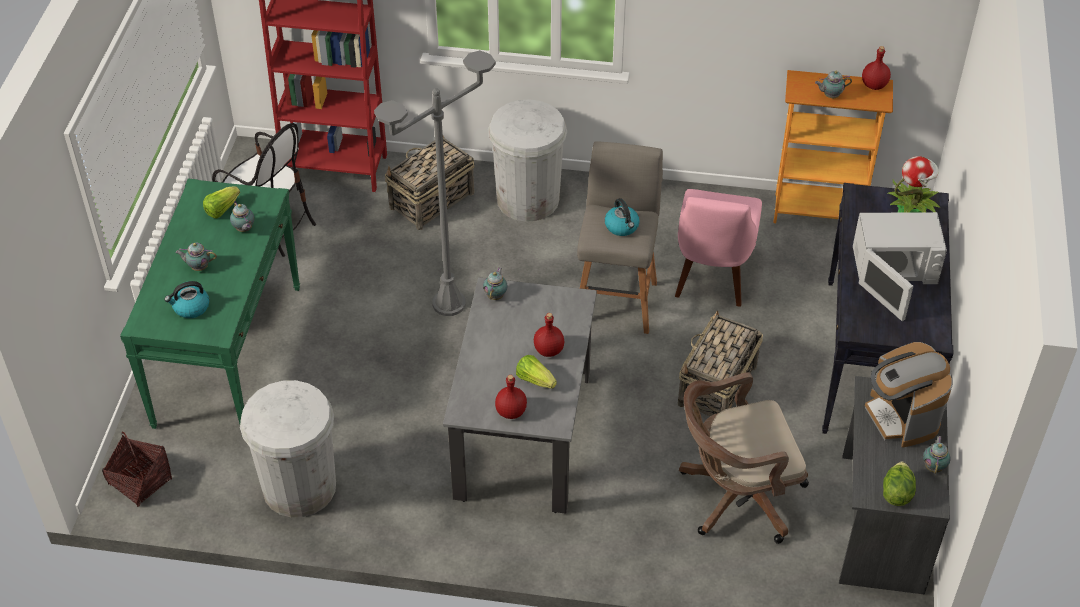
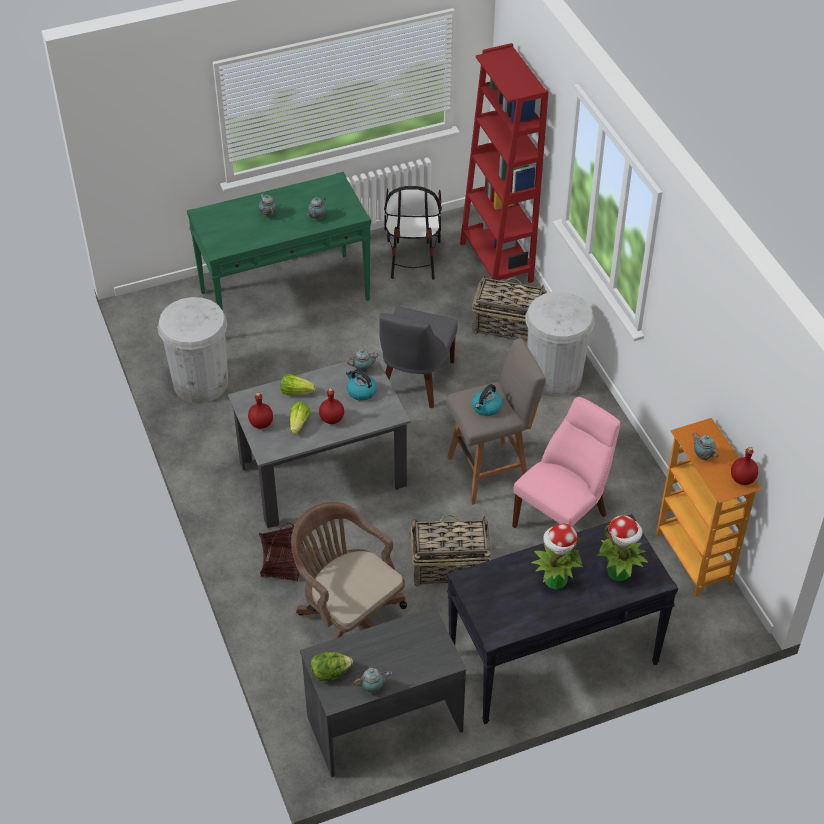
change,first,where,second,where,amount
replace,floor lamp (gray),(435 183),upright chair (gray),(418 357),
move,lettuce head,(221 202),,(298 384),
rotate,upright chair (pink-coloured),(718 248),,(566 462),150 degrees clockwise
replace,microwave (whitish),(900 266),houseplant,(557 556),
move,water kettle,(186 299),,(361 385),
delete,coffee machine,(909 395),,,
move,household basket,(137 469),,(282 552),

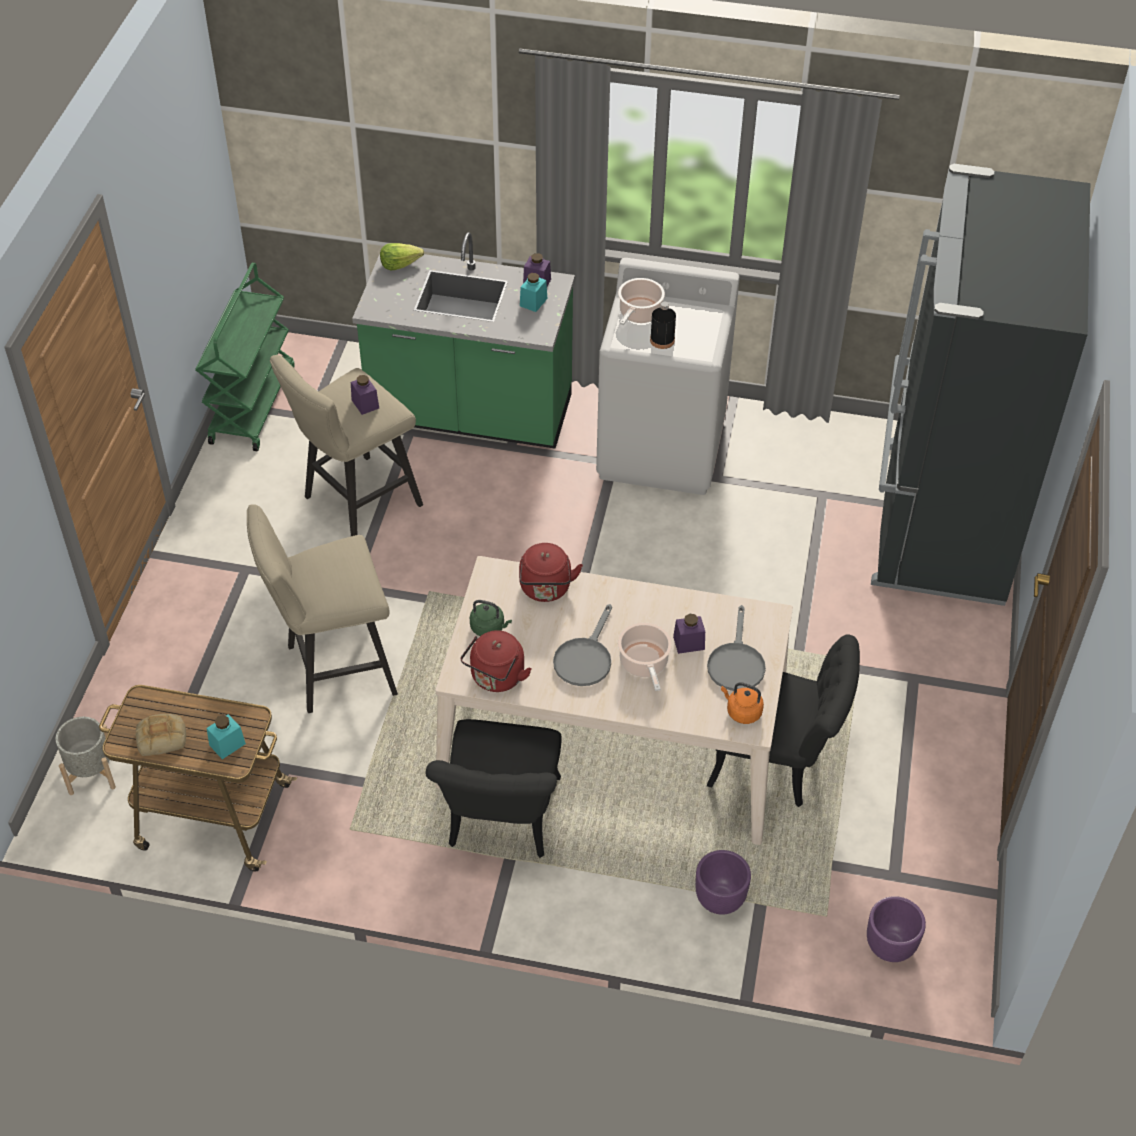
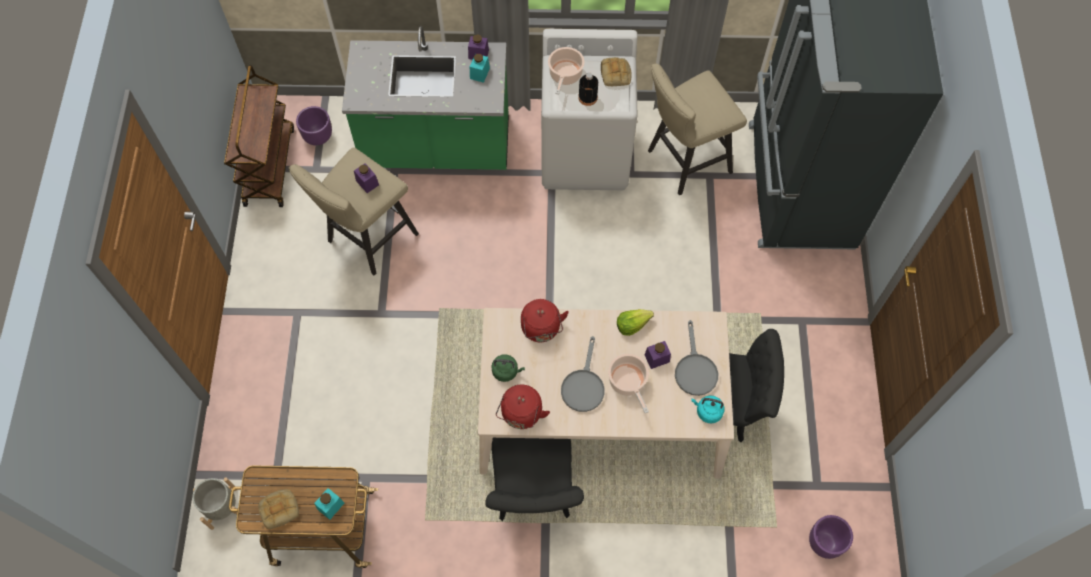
change,first,where,second,where,amount
move,lettuce head,(402 257),,(635 322),
recolor,trolley (greenish),(244 357),trolley (brownish),(259 136),
move,stool (beige),(322 608),,(697 129),
recolor,water kettle (orange),(742 703),water kettle (turquoise-coloured),(708 409),
move,planter (purple),(723 882),,(314 125),
insert,,,bread,(616 71),

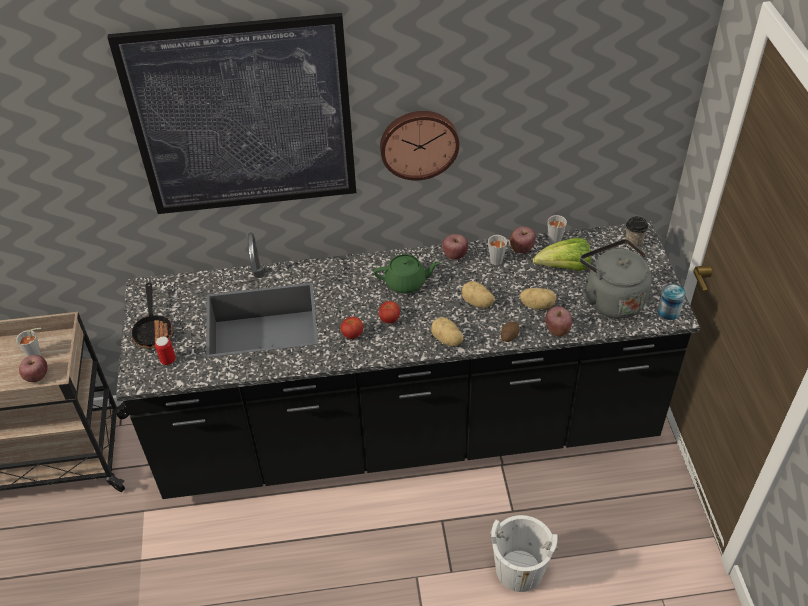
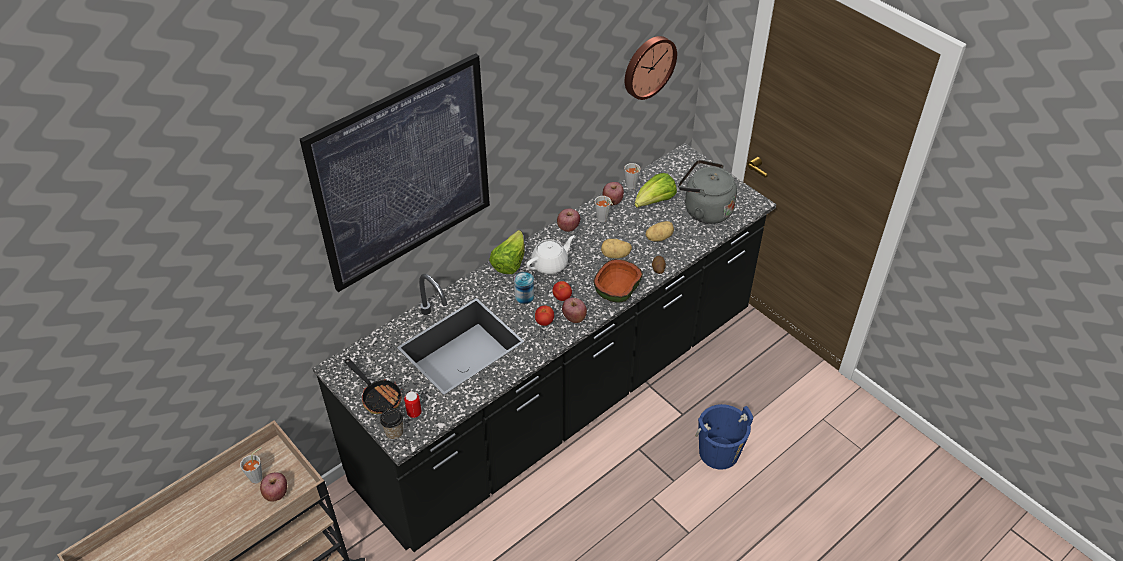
change,first,where,second,where,amount
move,clock on the wall,(419 145),,(651 68),
move,drinking cup,(636 232),,(391 424),
recolor,teapot (greenish),(407 273),teapot (whitish),(550 254),
move,sealed can,(672 301),,(524 288),
move,whole apple,(558 321),,(574 310),
replace,spud,(447 331),deep dish,(618 281),
recolor,water bucket (whitish),(524 553),water bucket (blue-coloured),(724 437),
insert,,,lettuce head,(507 252),

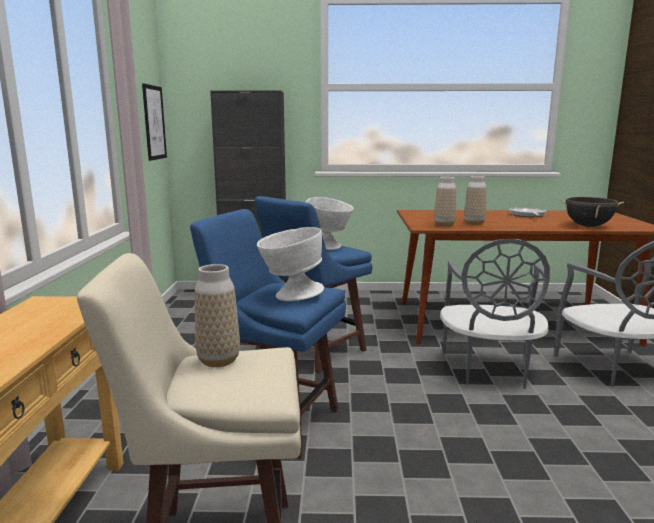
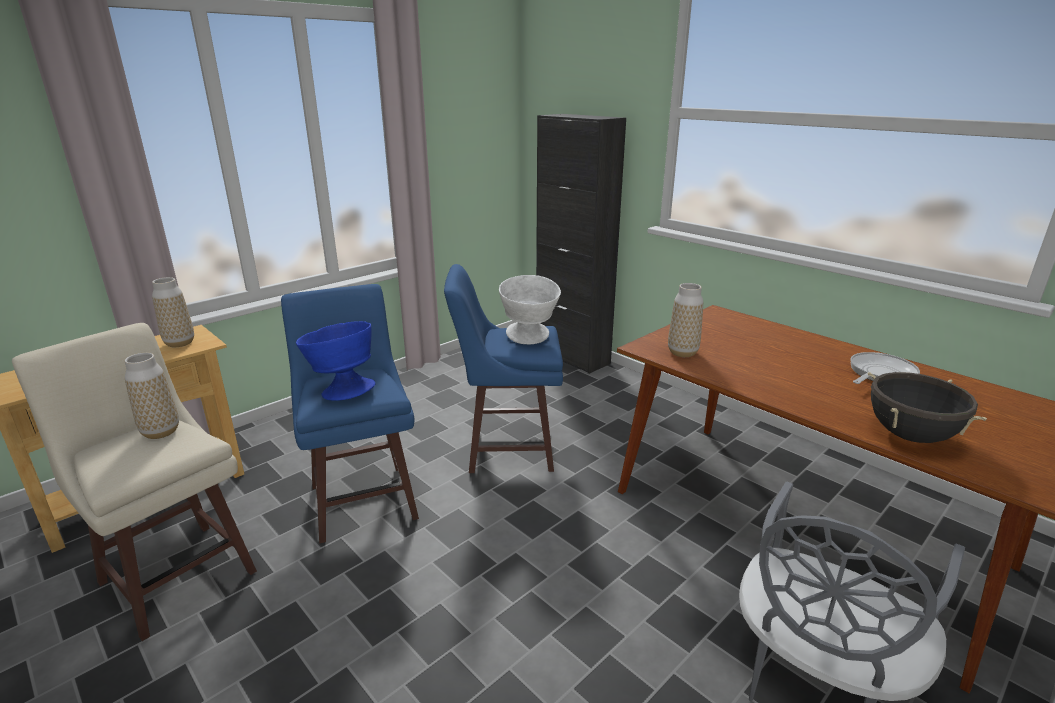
change,first,where,second,where,amount
delete,picture,(154 122),,,
move,flower vase,(475 200),,(173 312),
recolor,deep dish (whitish),(290 264),deep dish (blue-coloured),(335 361),
delete,upright chair (gray),(495 314),,,

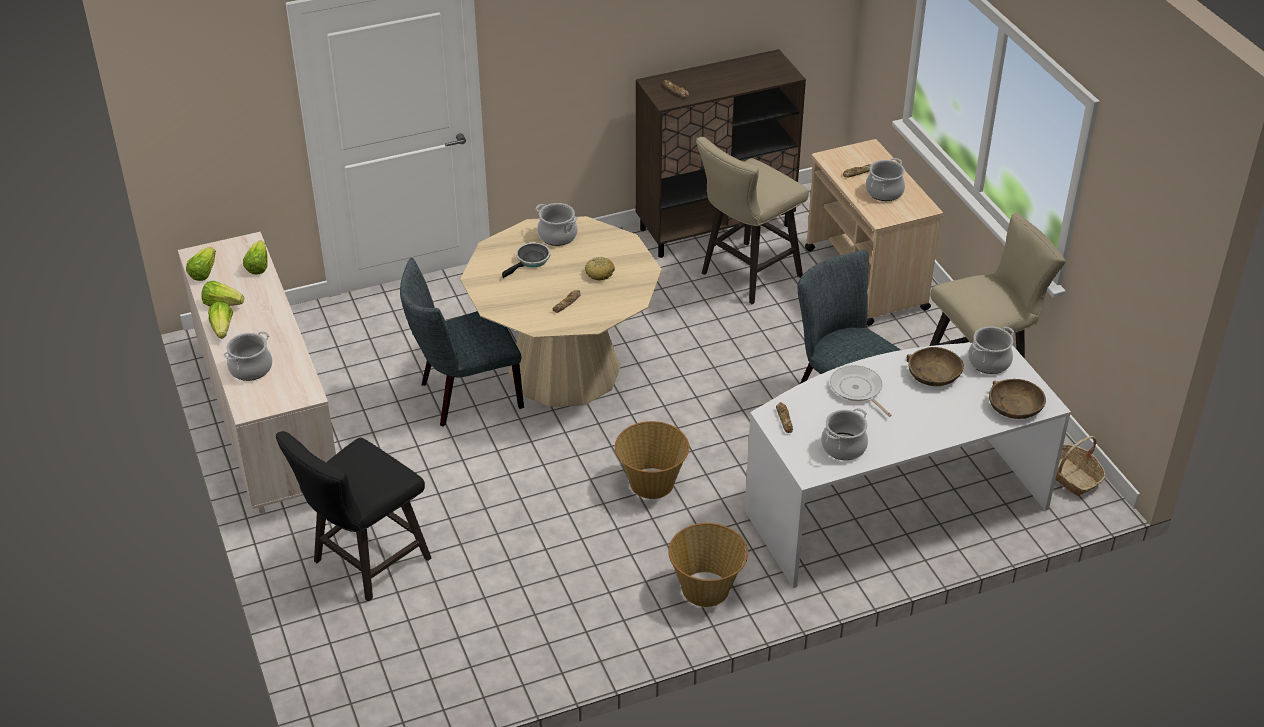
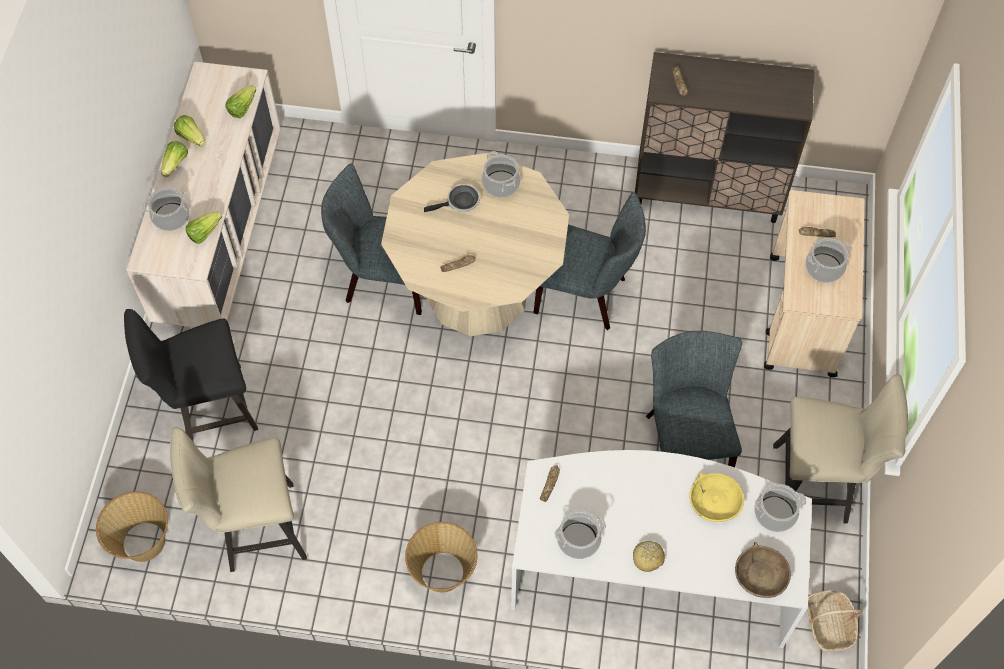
change,first,where,second,where,amount
move,stool (beige),(752 220),,(238 499),
move,lettuce head,(201 264),,(204 227),
move,bread,(600 268),,(649 556),
recolor,deep dish (brownish),(935 366),deep dish (yellow),(717 497),
delete,frying pan,(861 391),,,
move,household basket,(652 460),,(132 526),
insert,,,upright chair (gray),(590 261),

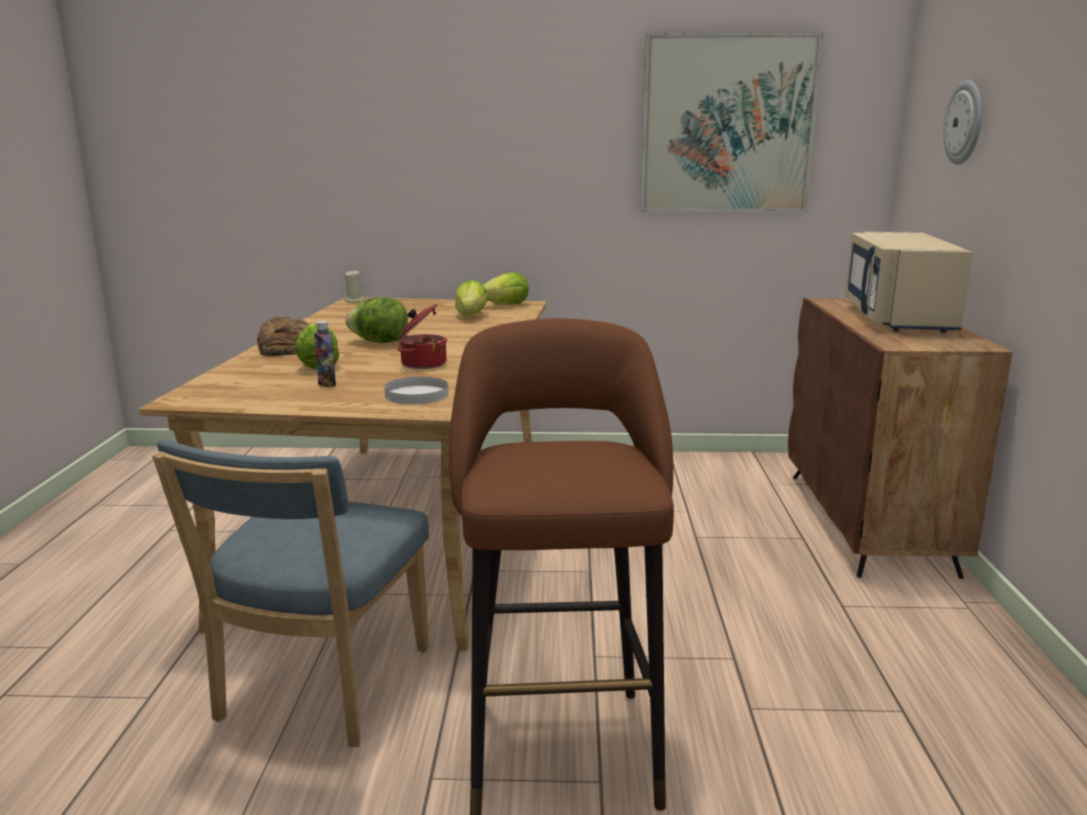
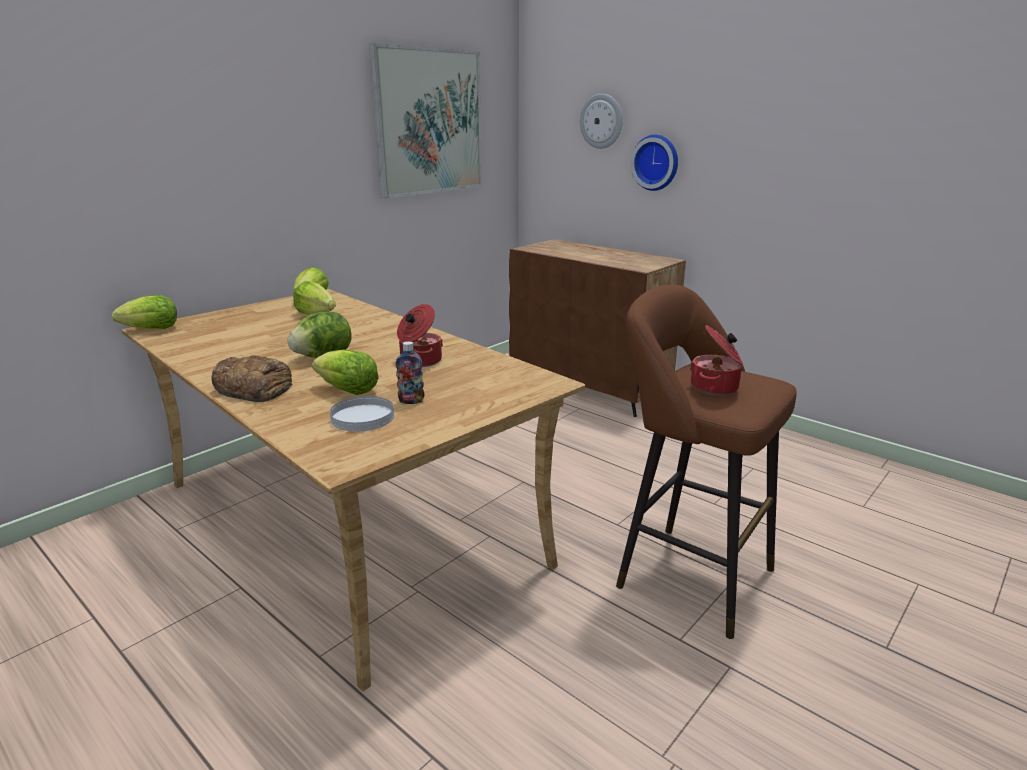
change,first,where,second,where,amount
delete,microwave (beige),(909 282),,,
replace,wax light (beige),(354 285),lettuce head,(144 312),
move,plate (whitish),(416 390),,(362 414),
delete,upright chair (blue-coloured),(290 593),,,
insert,,,clock on the wall,(654 163),
insert,,,stockpot,(716 360),

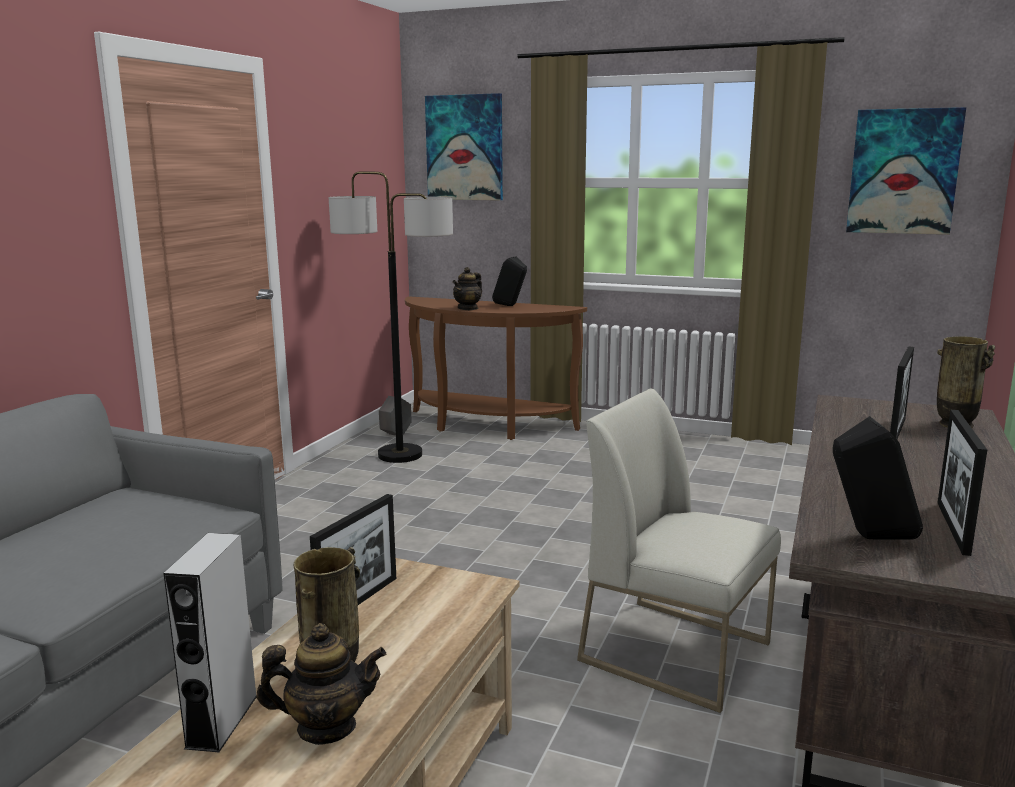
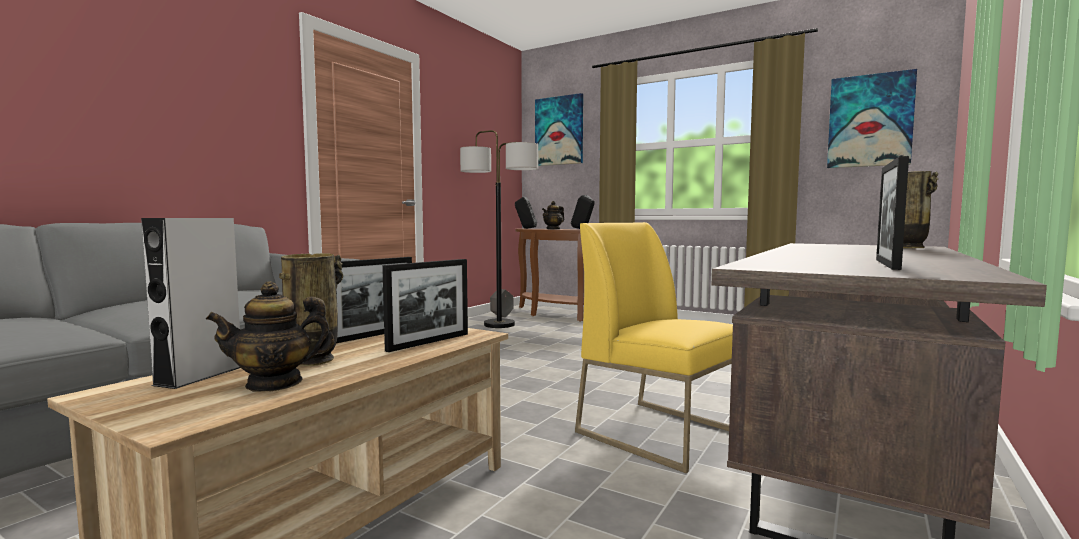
change,first,where,second,where,amount
move,picture frame,(902 392),,(425 305),
recolor,upright chair (whitish),(679 550),upright chair (yellow),(654 347),
move,audio speaker (black-coloured),(878 478),,(526 213),
rotate,teapot,(321 684),,(270 336),150 degrees clockwise

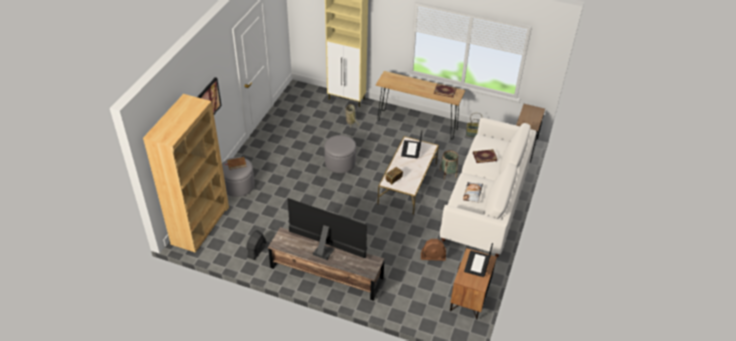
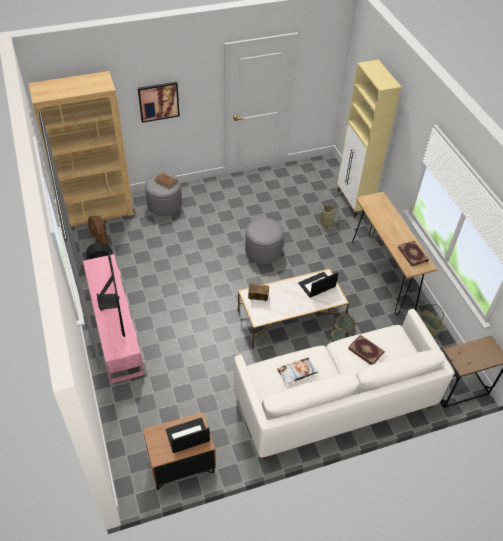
change,first,where,second,where,amount
recolor,tv stand (brownish),(326 264),tv stand (pink-coloured),(113 319),
move,cooling fan (brownish),(433 250),,(99 229),

